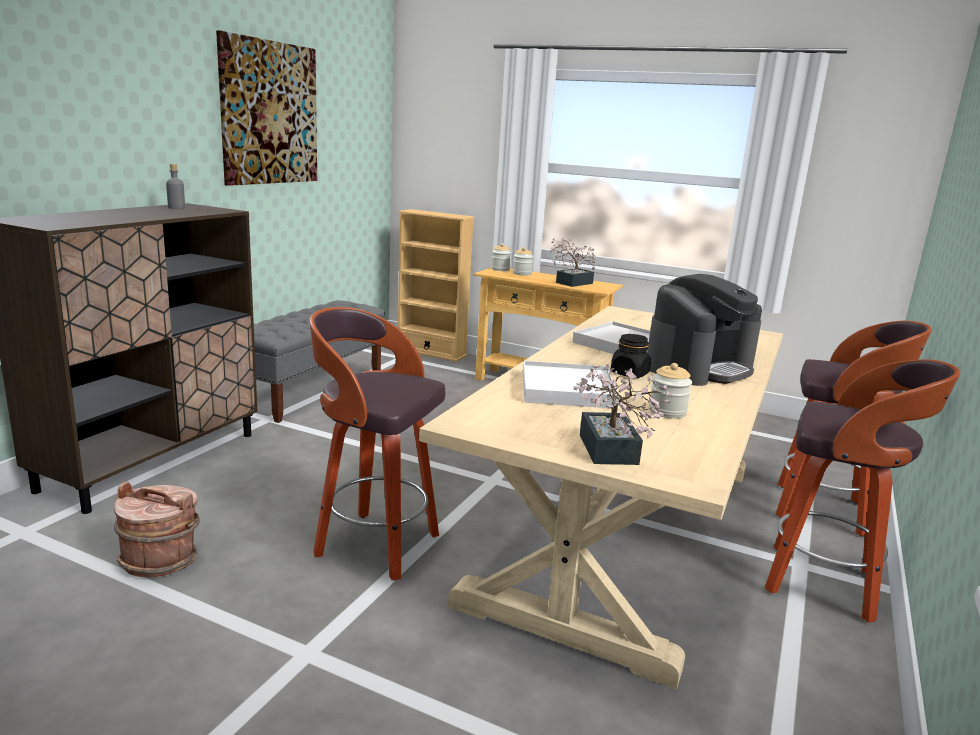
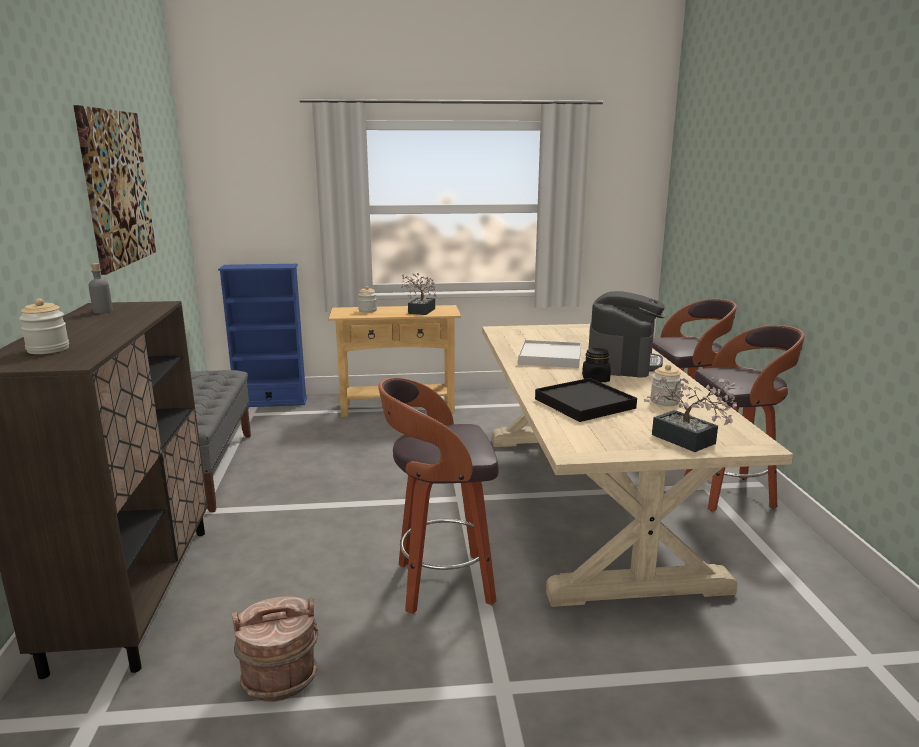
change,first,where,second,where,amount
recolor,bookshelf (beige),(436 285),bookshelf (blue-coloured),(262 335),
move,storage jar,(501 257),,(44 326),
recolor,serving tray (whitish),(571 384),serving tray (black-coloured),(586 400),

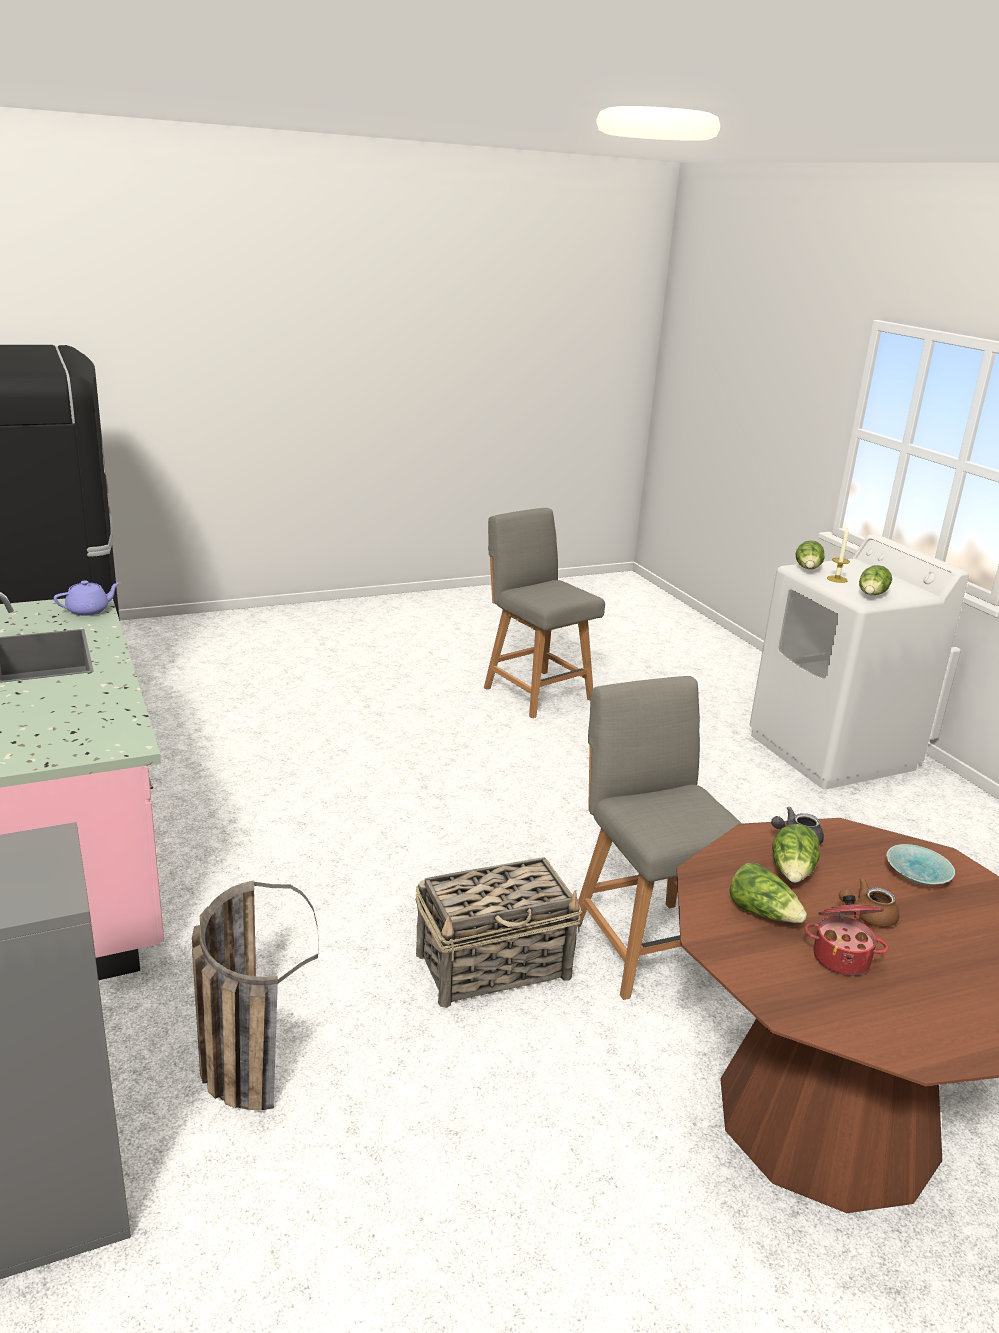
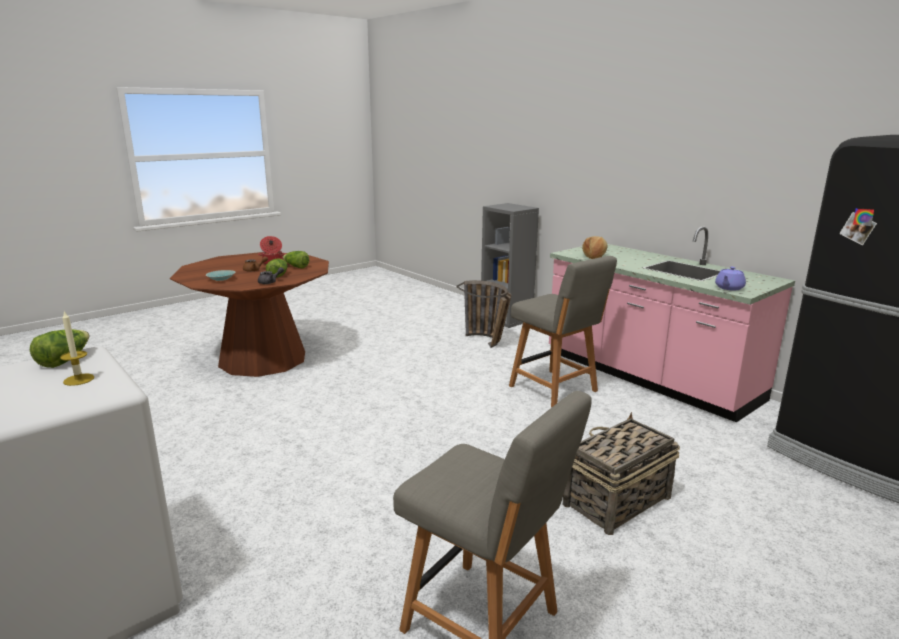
change,first,where,second,where,amount
delete,lettuce head,(810 554),,,
move,upright chair (gray),(659 838),,(563 332),
move,household basket,(498 932),,(621 473),
insert,,,bread,(594 247),

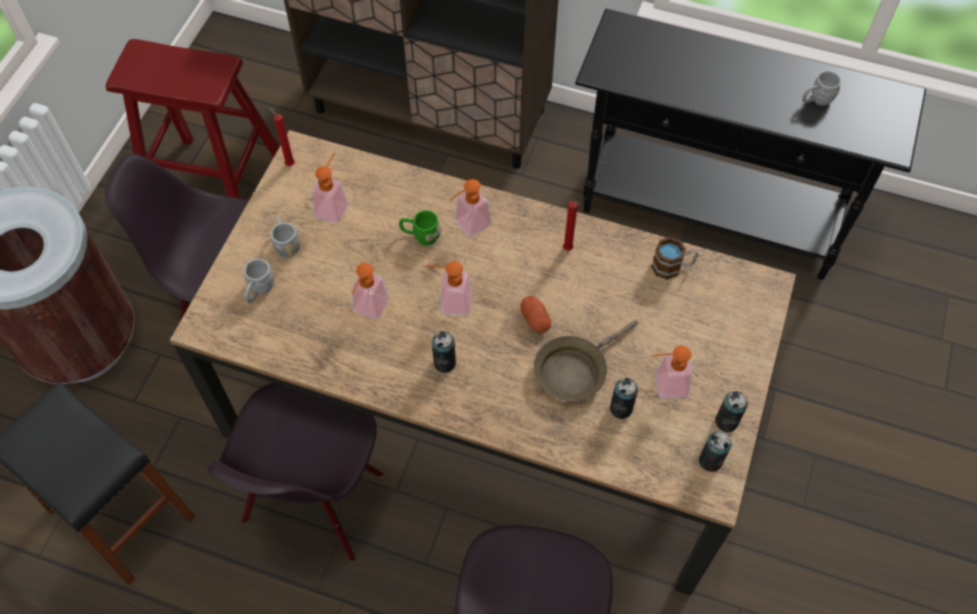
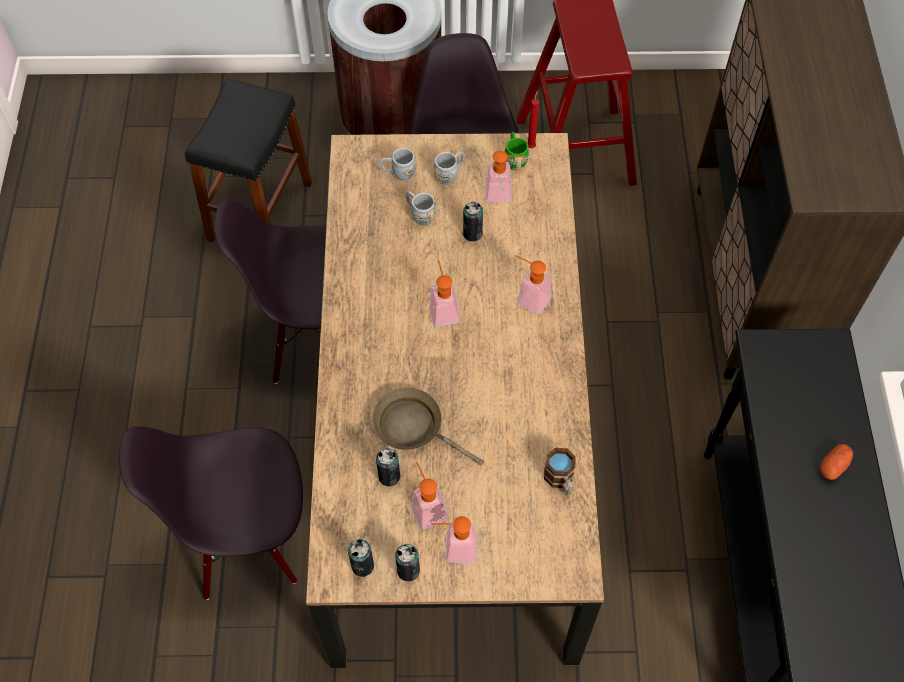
change,first,where,second,where,amount
move,coffee mug (gray),(821 88),,(421 208),
delete,wax light (red),(572 226),,,
move,coffee mug (greenish),(420 228),,(517 151),
move,soap bottle,(370 291),,(454 539),
move,spud,(535 314),,(836 462),
move,sealed can,(444 352),,(473 221),

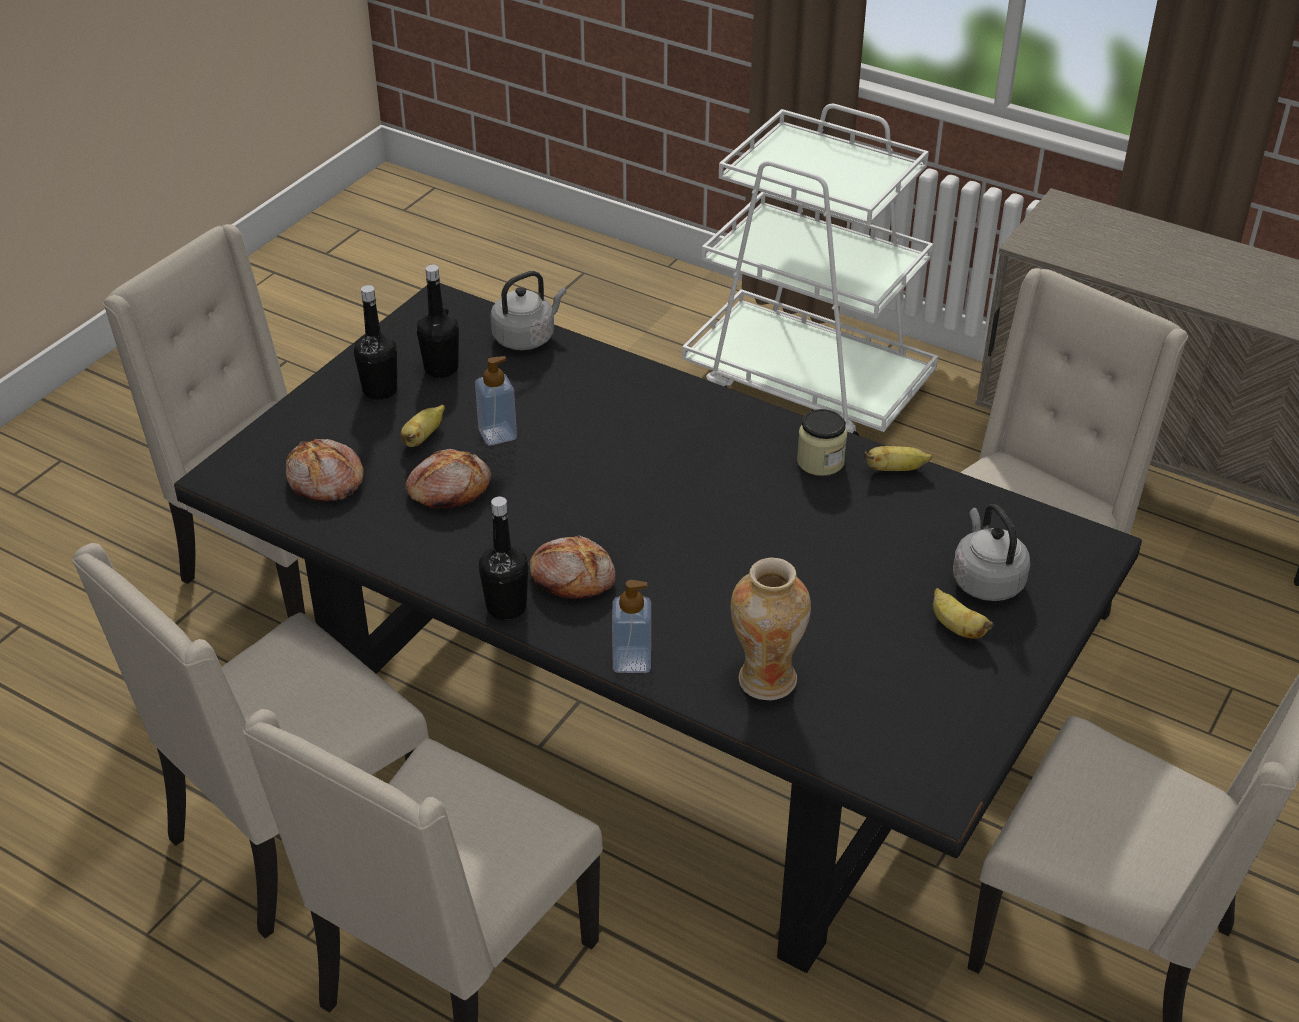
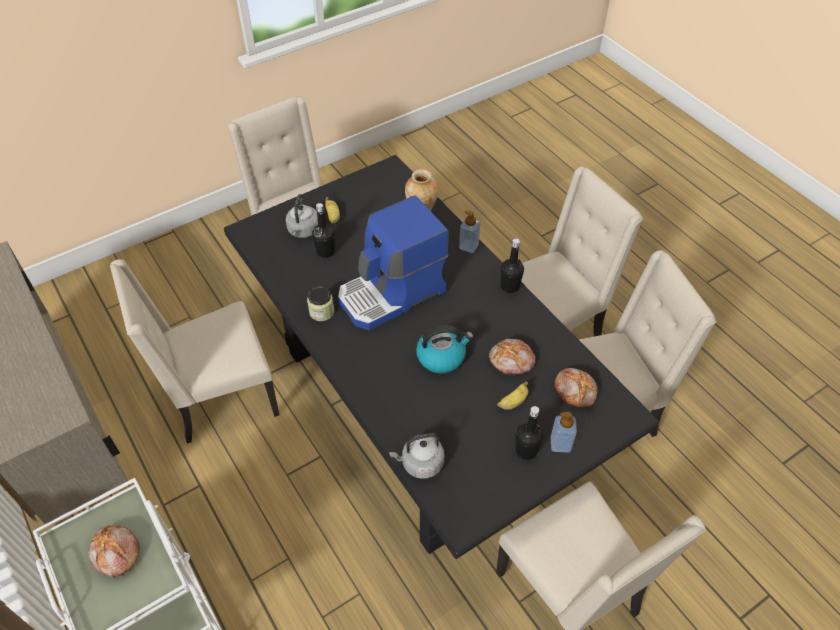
change,first,where,second,where,amount
move,bottle (black-coloured),(438 321),,(323 230),
move,soap bottle,(496 400),,(564 432),
delete,banana fruit,(898 458),,,
move,bread,(572 567),,(114 551),
insert,,,coffee machine,(393 262),
insert,,,water kettle,(444 349),

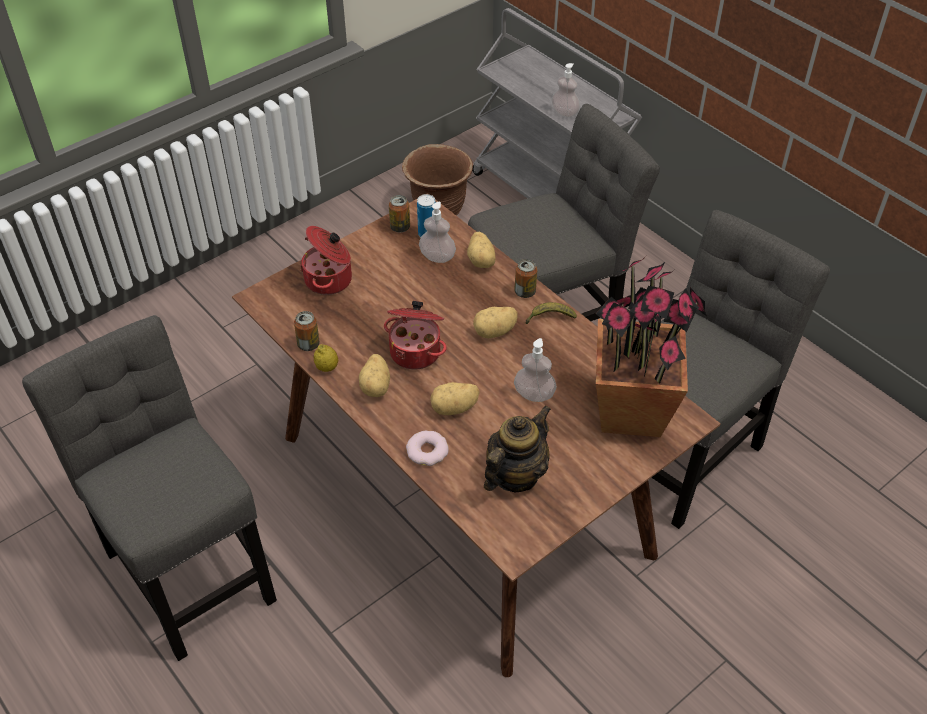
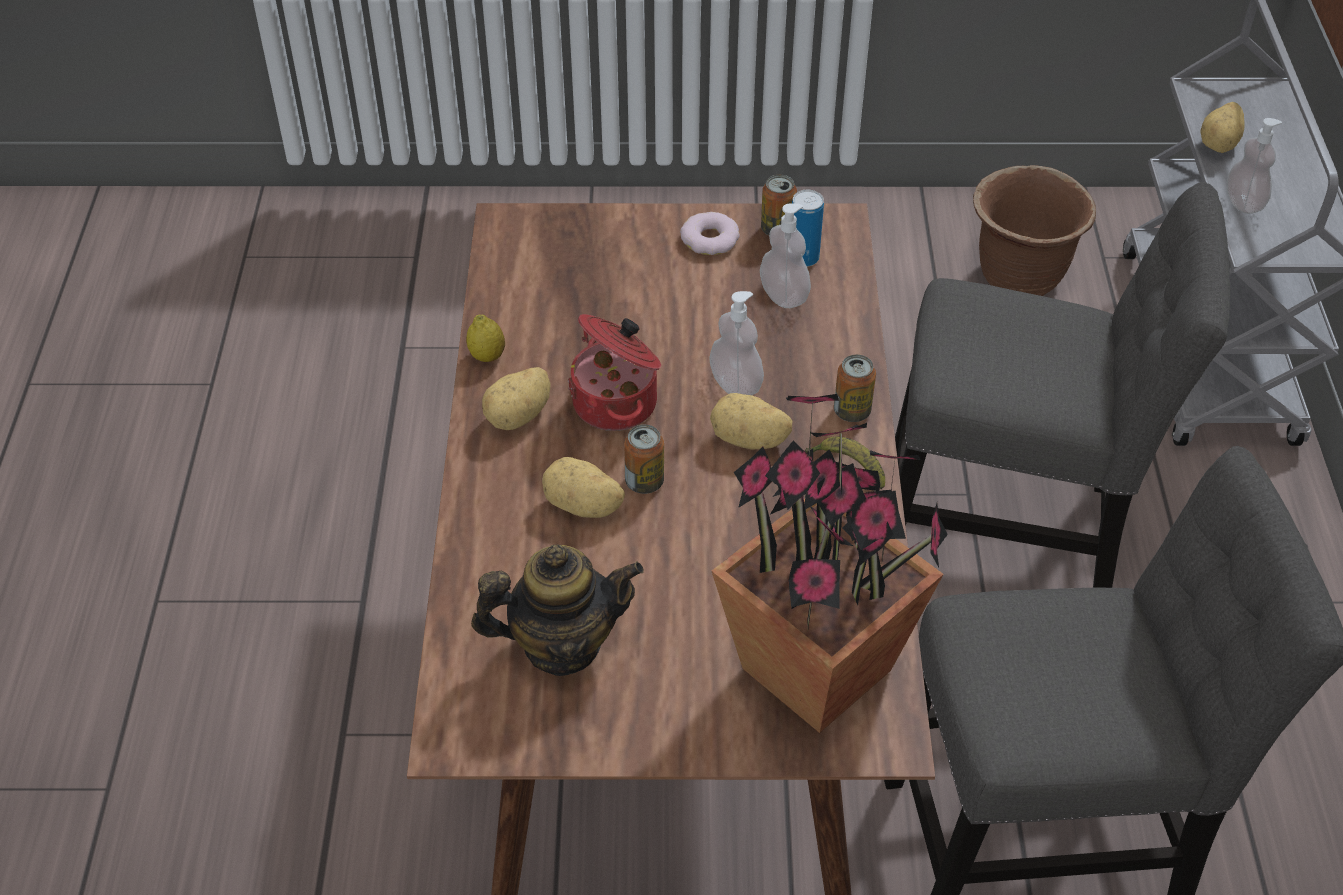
change,first,where,second,where,amount
delete,stockpot,(326 260),,,
move,spud,(481 250),,(1222 127),
move,sealed can,(307 331),,(644 459),
delete,upright chair (gray),(149 488),,,
move,soap bottle,(535 370),,(736 343),
move,doughnut,(427 448),,(710 233),

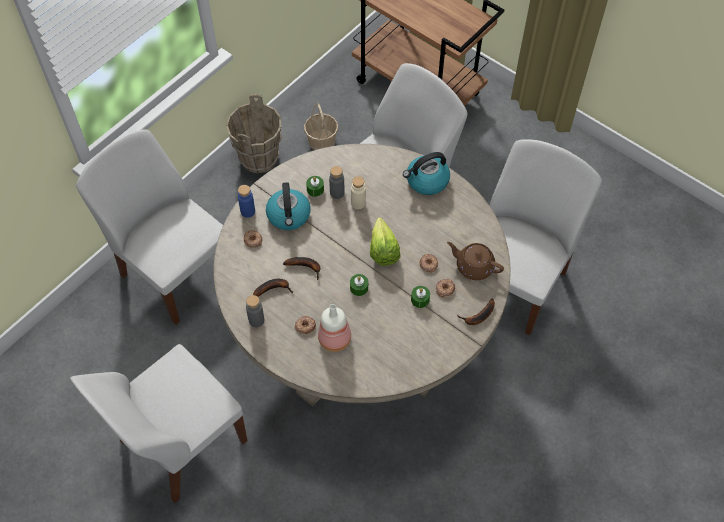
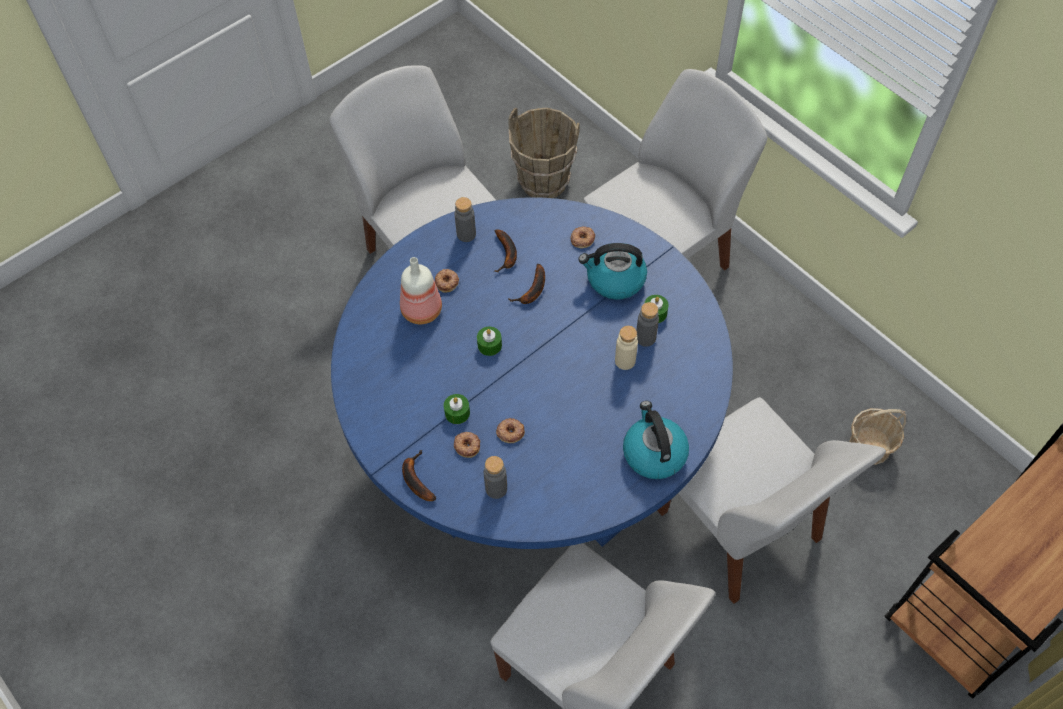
change,first,where,second,where,amount
move,water bucket (brownish),(254 133),,(544 152),
recolor,dinner table (beige),(362 275),dinner table (blue-coloured),(532 373),
delete,bottle (blue-coloured),(246 201),,,
delete,lettuce head,(385 241),,,
replace,teapot (brownish),(475 261),bottle (gray),(495 477),

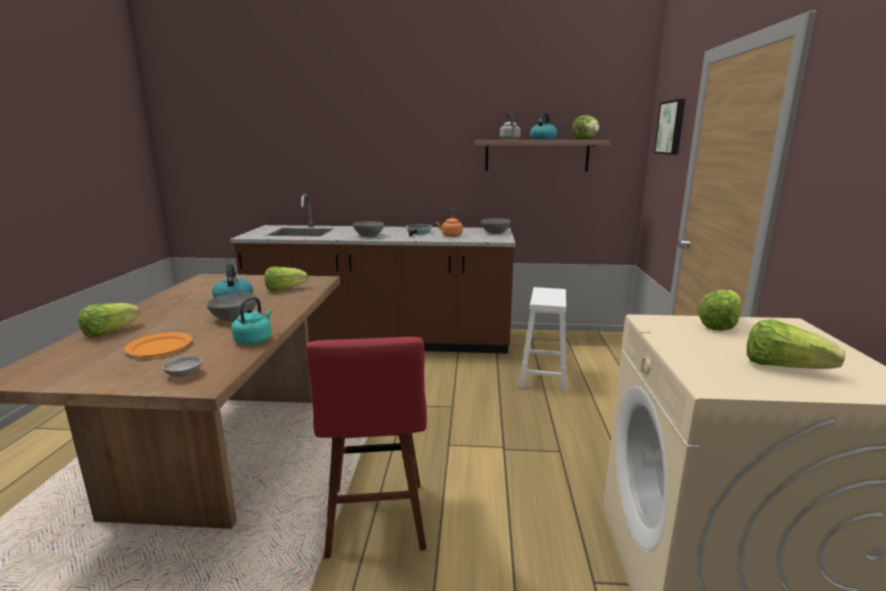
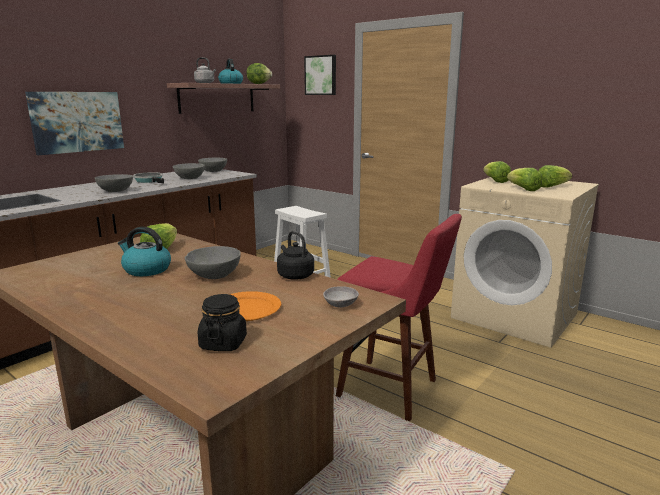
change,first,where,second,where,amount
replace,water kettle (orange),(449 223),deep dish (gray),(189 171),
recolor,water kettle (turquoise-coloured),(251 321),water kettle (black-coloured),(295 255),
move,lettuce head,(109 320),,(524 179),
insert,,,picture,(74 123),
insert,,,storage jar (black-coloured),(222 322),

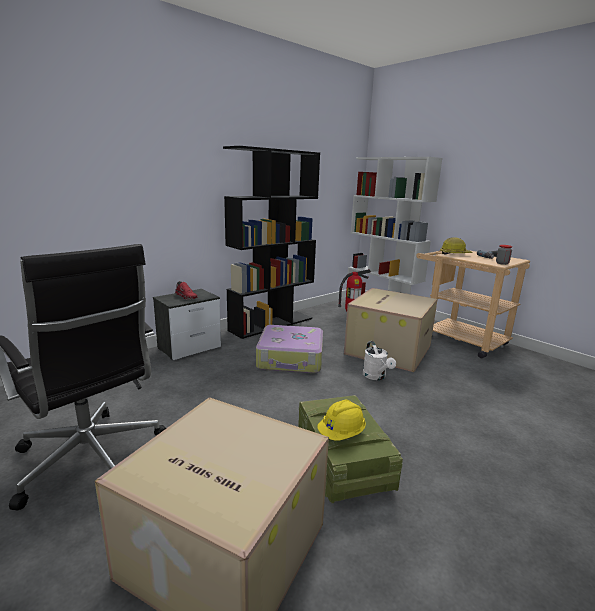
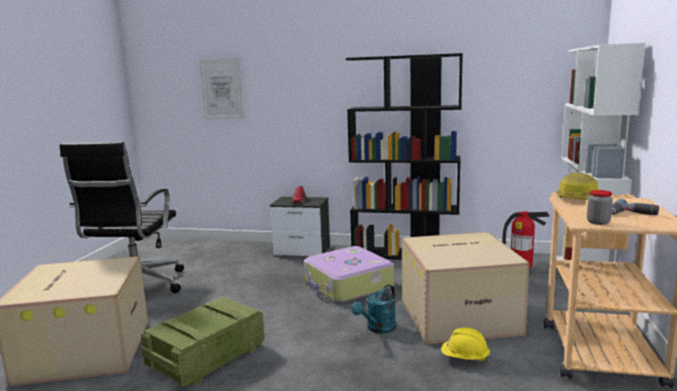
change,first,where,second,where,amount
recolor,sprinkling can (whitish),(379 360),sprinkling can (turquoise-coloured),(374 309),
move,safety helmet (yellow),(341 420),,(465 344),
insert,,,picture,(221 88),

